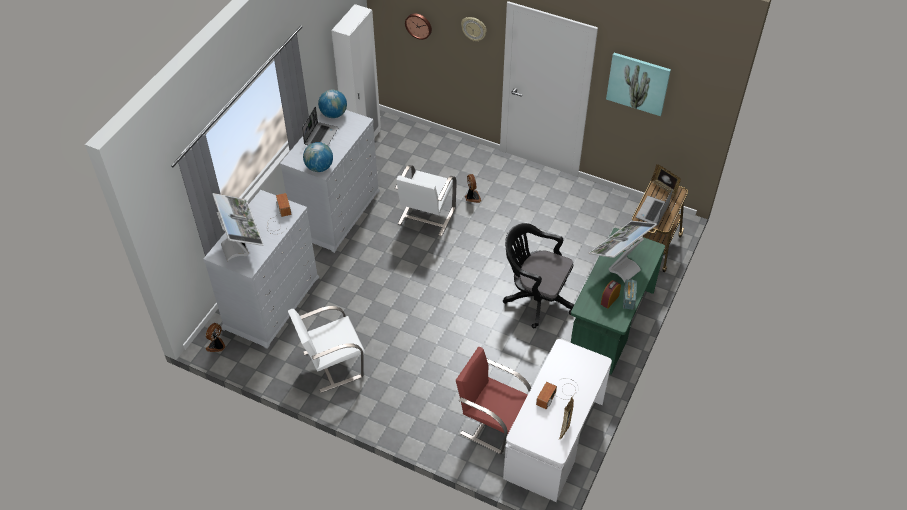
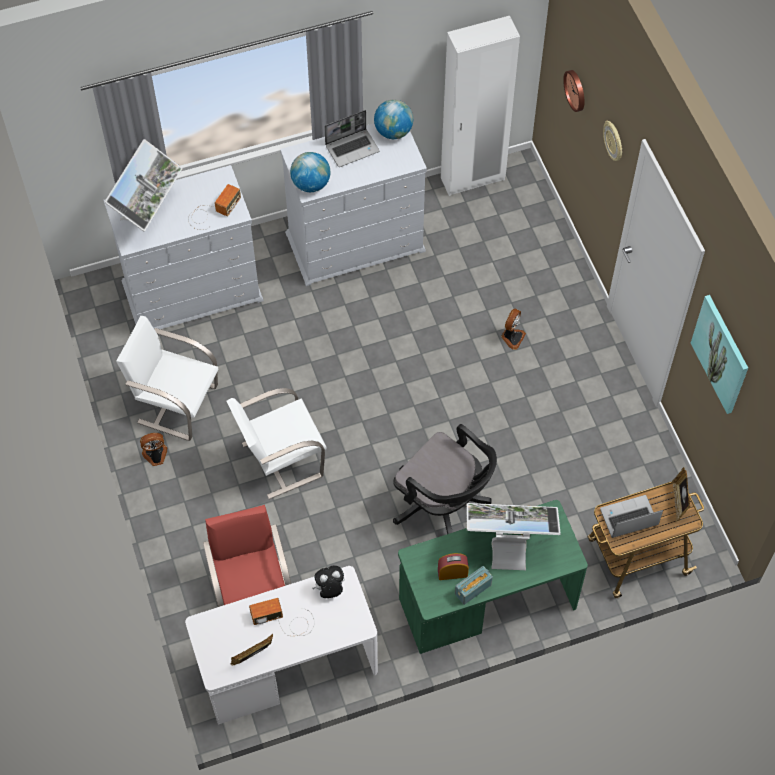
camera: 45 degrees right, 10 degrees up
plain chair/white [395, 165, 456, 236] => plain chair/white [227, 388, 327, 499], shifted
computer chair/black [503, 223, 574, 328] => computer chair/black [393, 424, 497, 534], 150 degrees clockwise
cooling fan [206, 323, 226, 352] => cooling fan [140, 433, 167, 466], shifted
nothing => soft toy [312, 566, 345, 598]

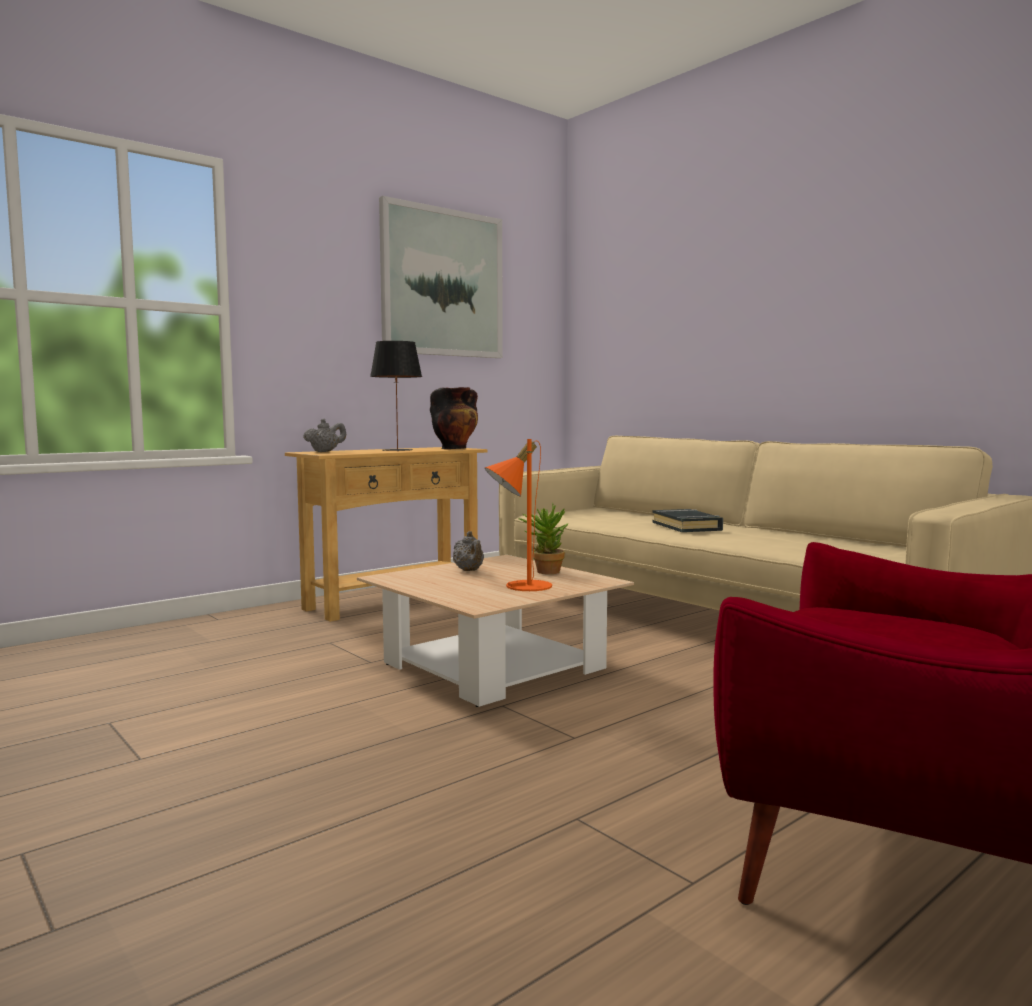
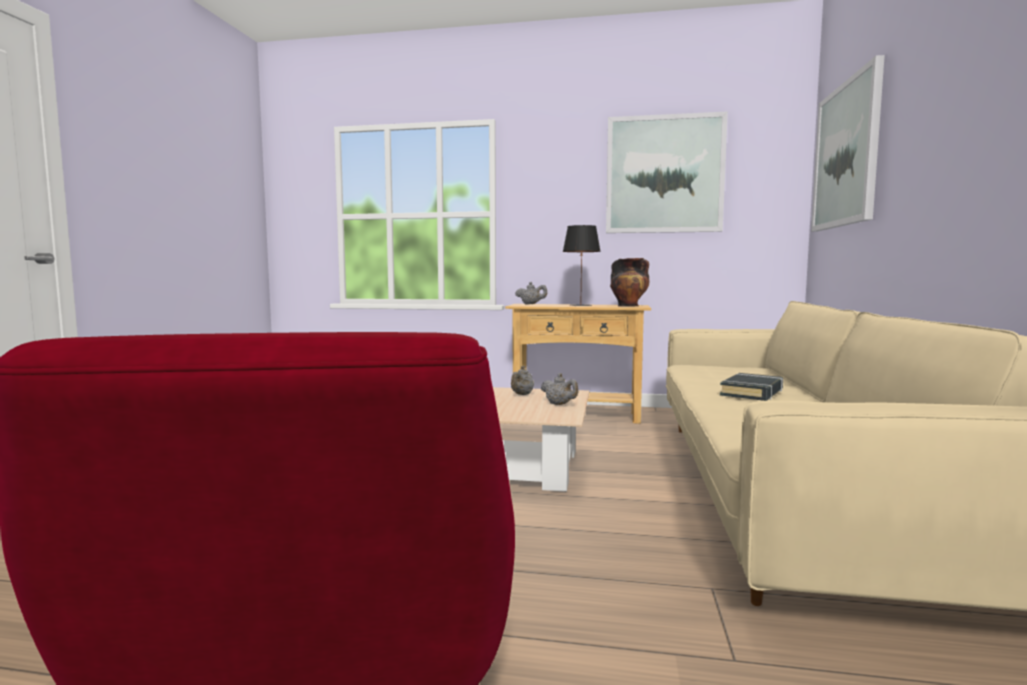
camera: 50 degrees right, 0 degrees up
tabletop lamp/orange [485, 439, 552, 591] => nothing
potted plant [518, 503, 569, 574] => tea pot/grey [541, 373, 578, 405]
nothing => wall art [811, 55, 885, 232]

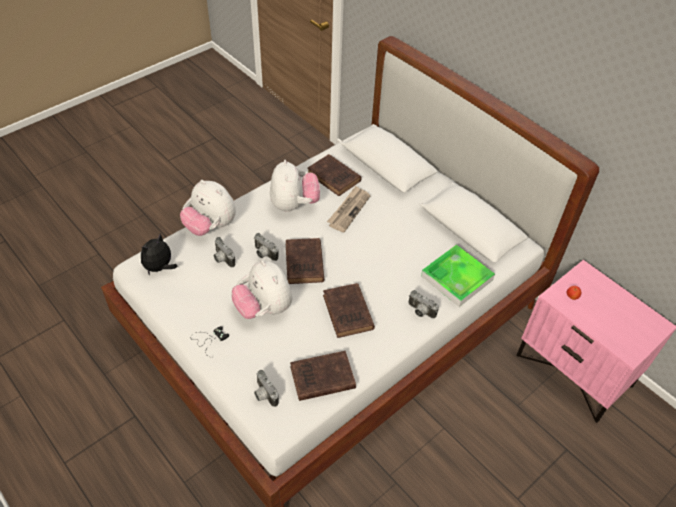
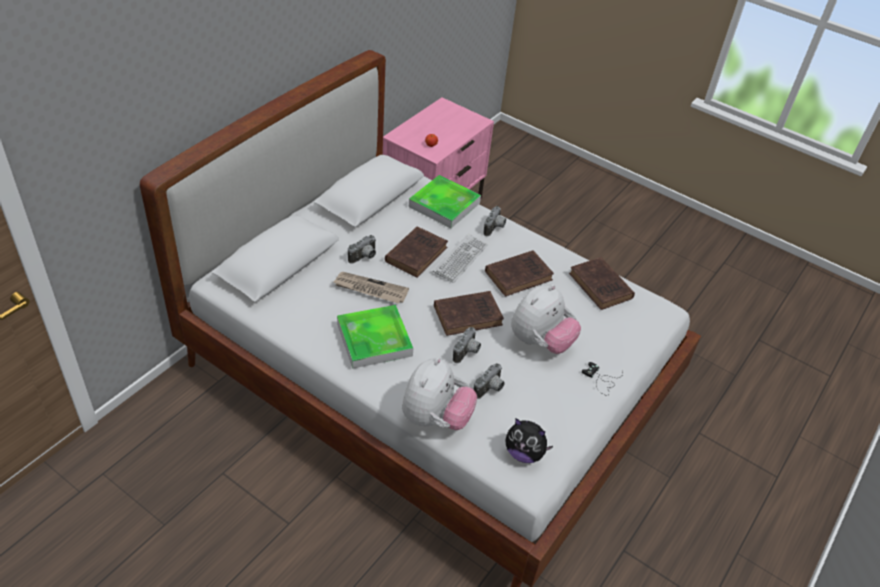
camera: 105 degrees left, 5 degrees down
bound book/brown-coloured [307, 154, 361, 196] => bound book/brown-coloured [385, 226, 448, 278], shifted
soft toy [270, 160, 320, 212] => tray [337, 305, 413, 369]
photo camera [254, 370, 279, 407] => photo camera [348, 235, 376, 264], shifted
nothing => keyboard [433, 234, 488, 283]

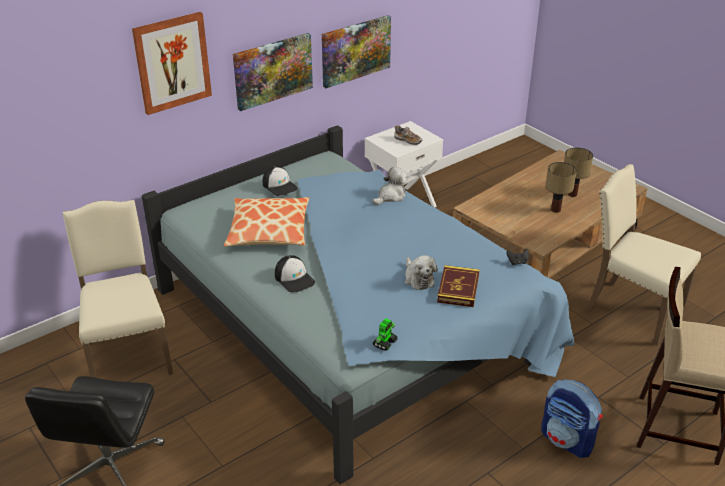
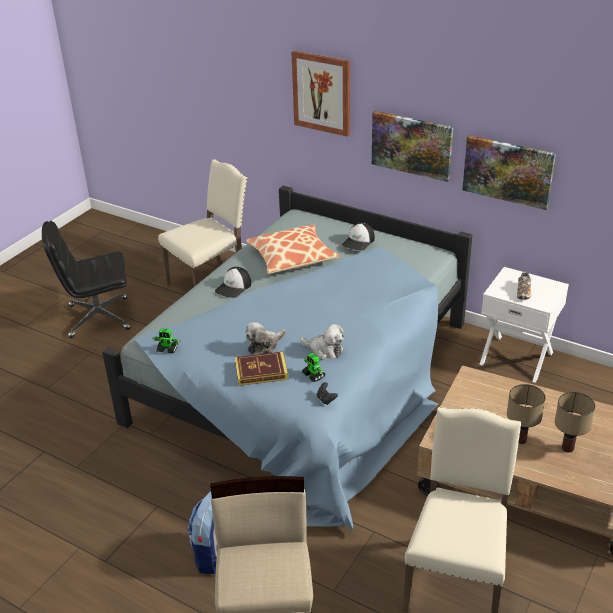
camera: 70 degrees right, 0 degrees up
soft toy [373, 167, 408, 205] => soft toy [300, 324, 344, 360], shifted
nothing => robot figure [302, 353, 325, 382]

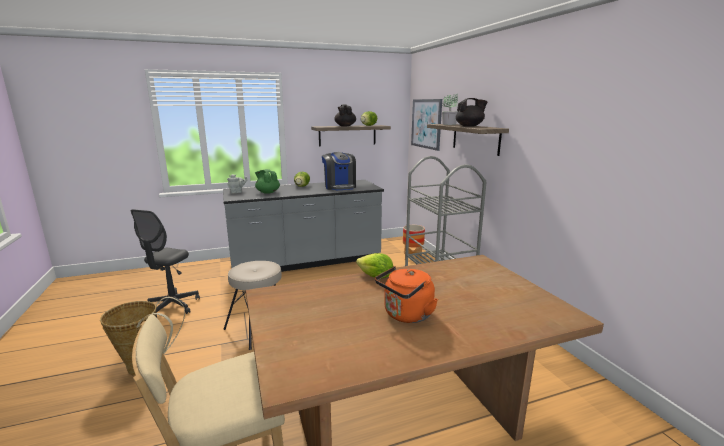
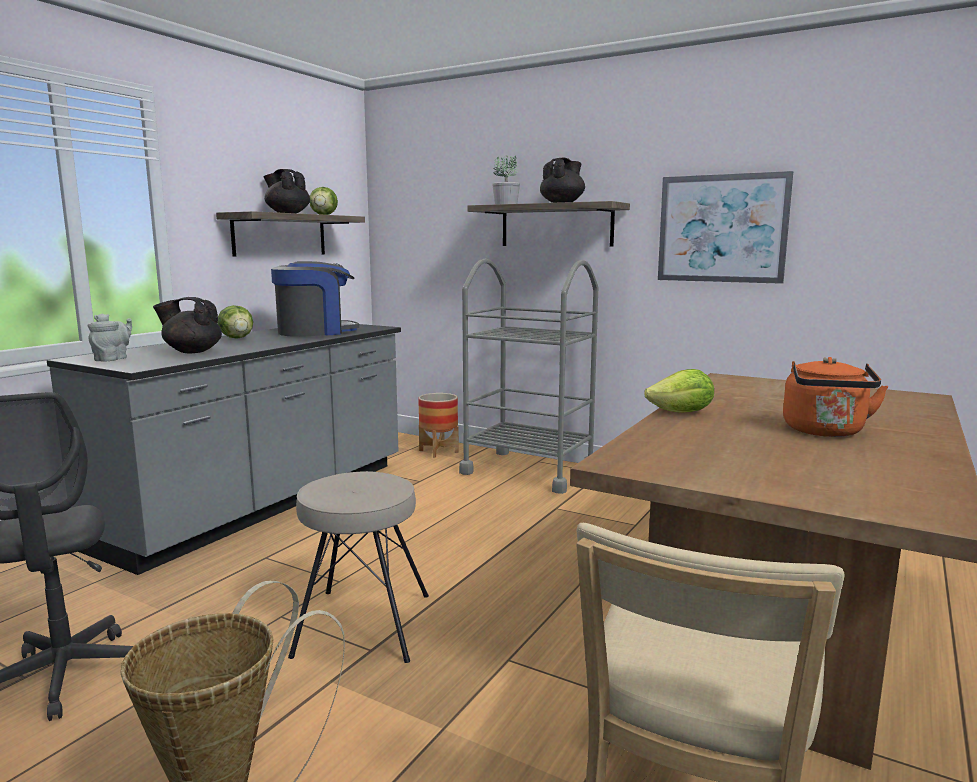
camera: 40 degrees left, 5 degrees down
wall art [411, 99, 442, 151] => wall art [658, 171, 793, 284], shifted
coffee machine [322, 152, 356, 190] => coffee machine [271, 261, 359, 337], 60 degrees counterclockwise
tea pot/greenish [255, 169, 280, 194] => tea pot/black [153, 297, 222, 354]

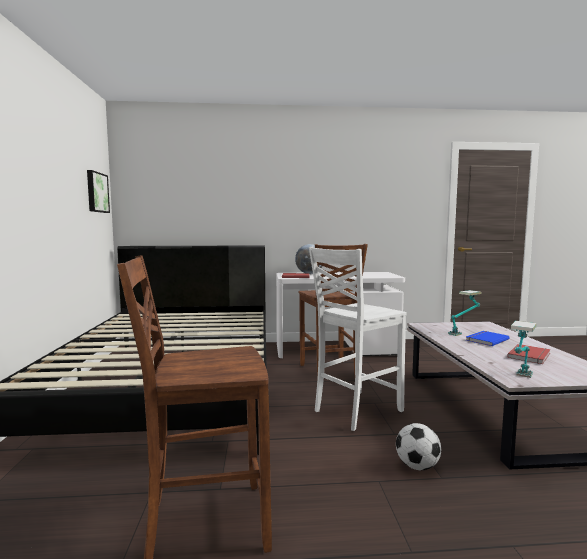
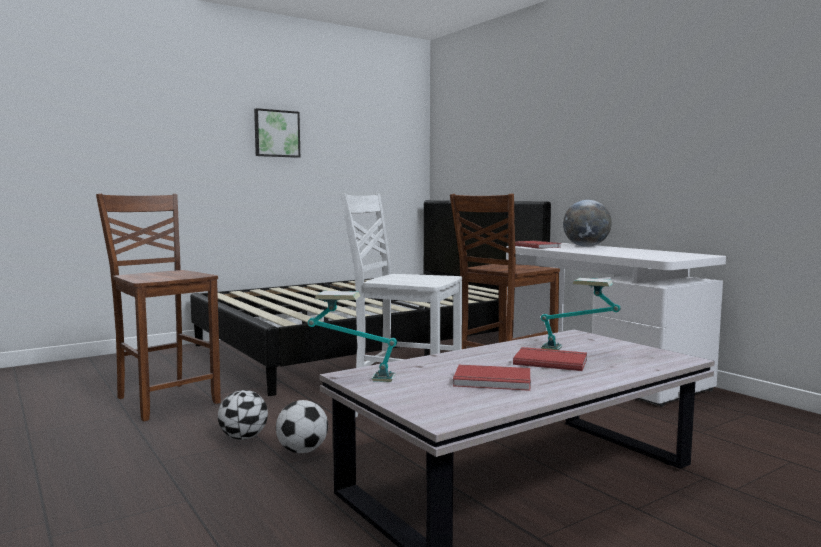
camera: 60 degrees right, 0 degrees up
wall art [87, 170, 110, 213] => wall art [254, 108, 300, 158], shifted
bound book/blue-coloured [466, 331, 509, 346] => bound book/red [513, 347, 587, 371]
nothing => football ball [218, 390, 268, 440]

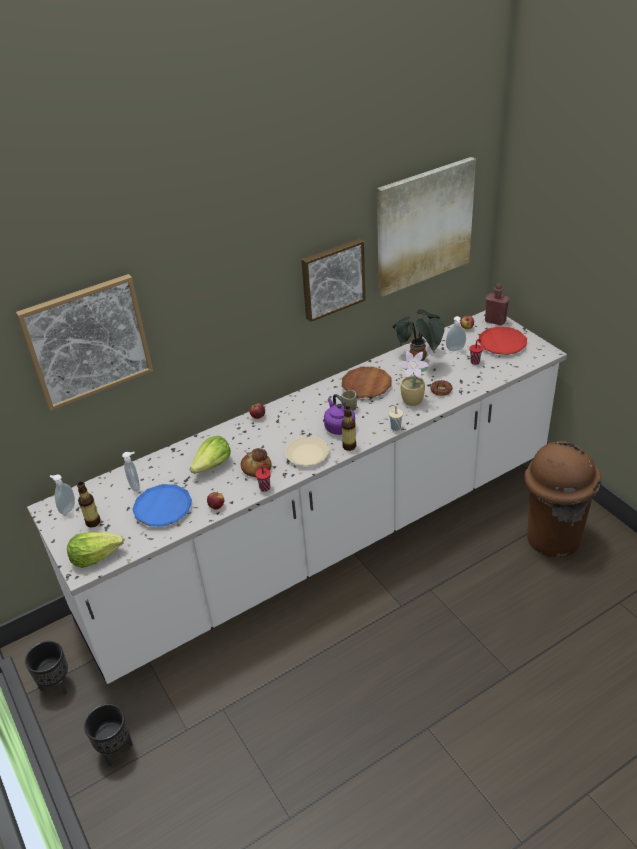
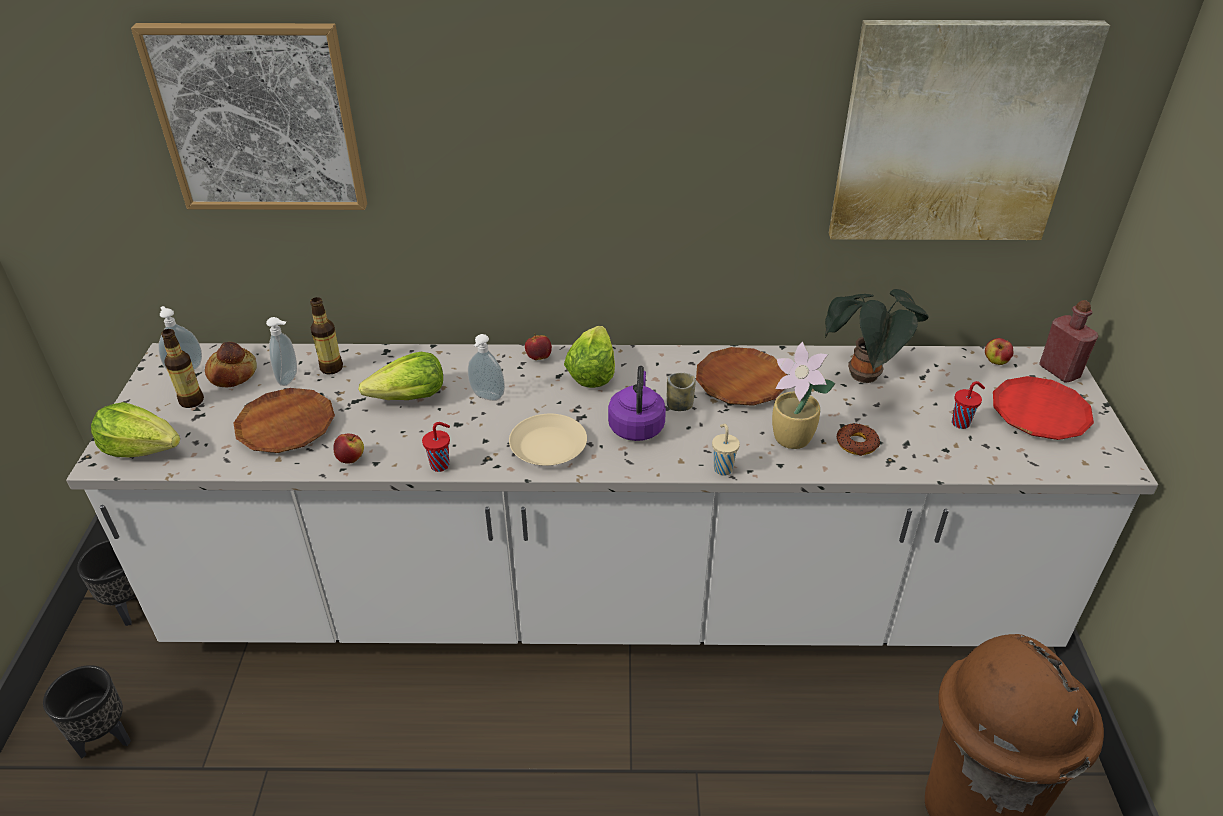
camera: 30 degrees right, 0 degrees up
wall art [301, 238, 365, 322] => nothing
soap dispenser [446, 316, 466, 351] => soap dispenser [468, 334, 505, 401], shifted
drink bottle [342, 406, 356, 451] => drink bottle [310, 297, 343, 374], shifted
bread [241, 448, 272, 477] => bread [205, 342, 257, 387], shifted
flat dish/blue-coloured [132, 484, 192, 527] => flat dish/brown-coloured [234, 388, 335, 453]
nothing => lettuce [564, 326, 615, 388]

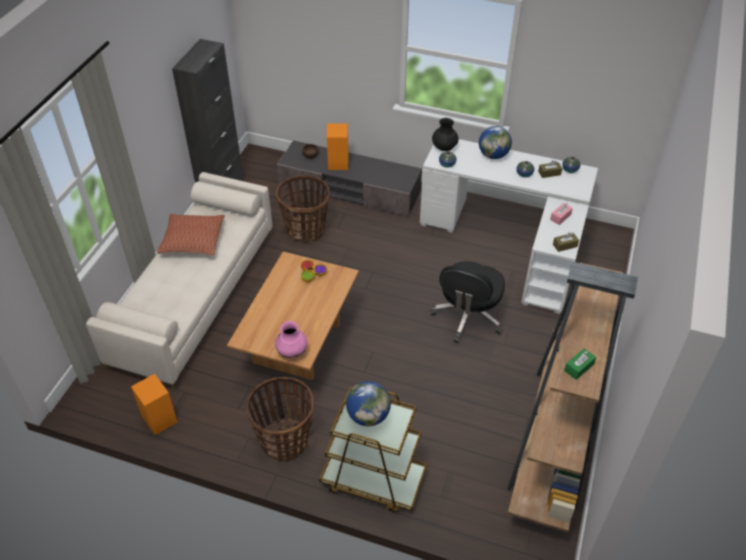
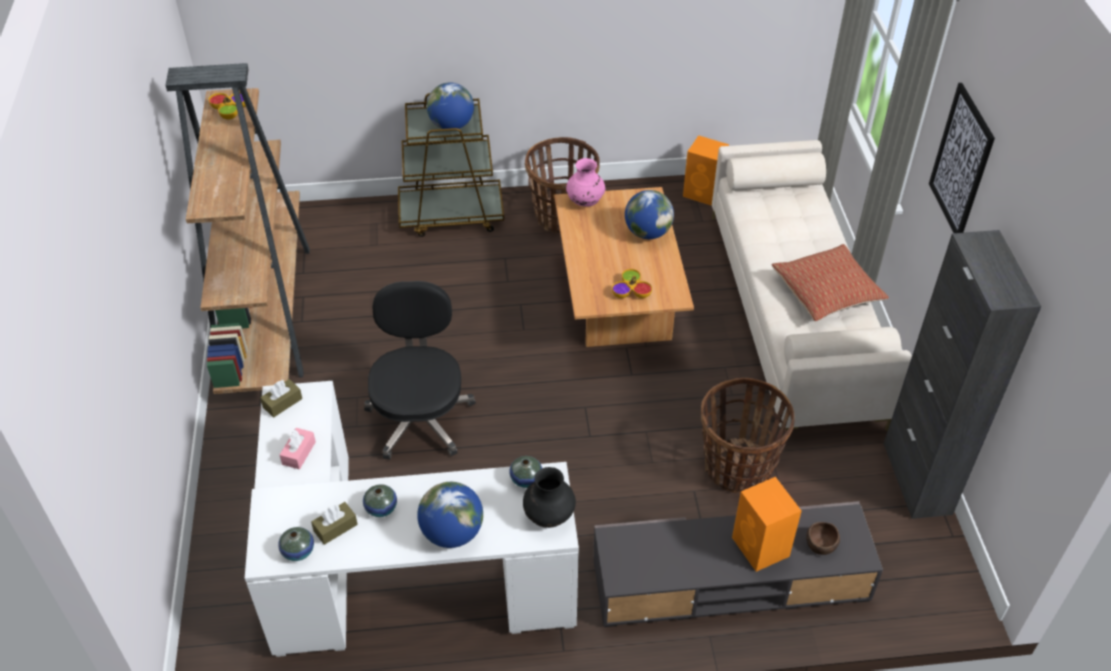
camera: 155 degrees right, 0 degrees up
tissue box/greenish [564, 348, 596, 380] => serving bowl [208, 93, 250, 119]
nothing => wall art [929, 83, 995, 233]
nothing => globe [625, 190, 674, 239]

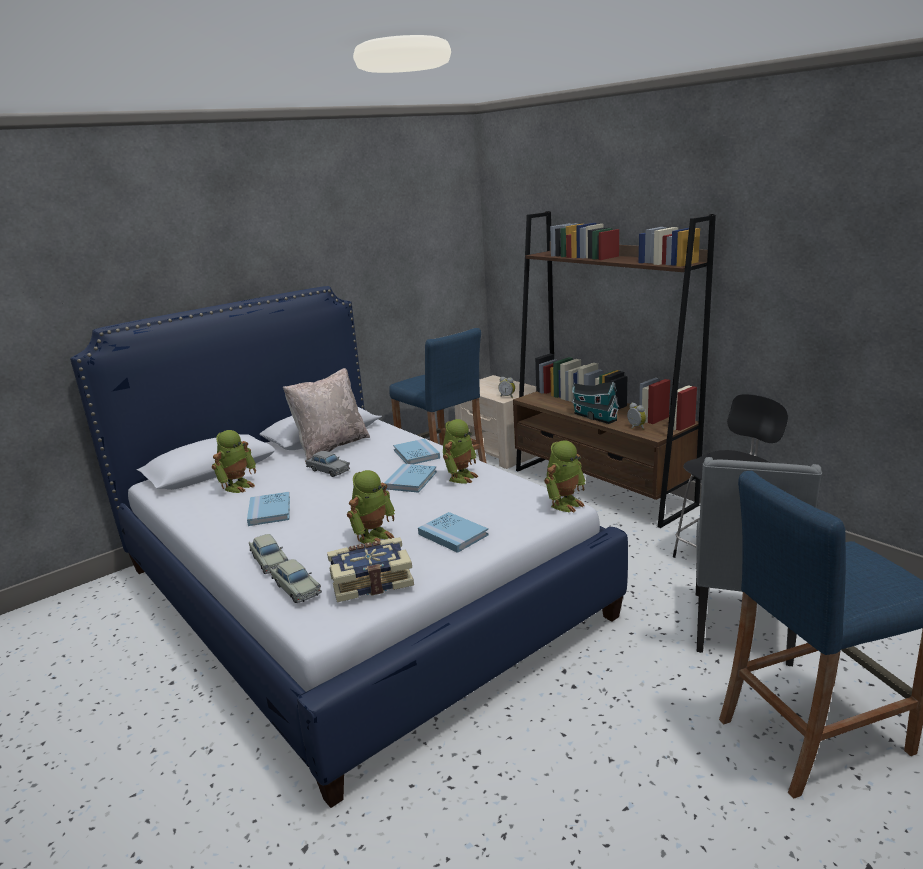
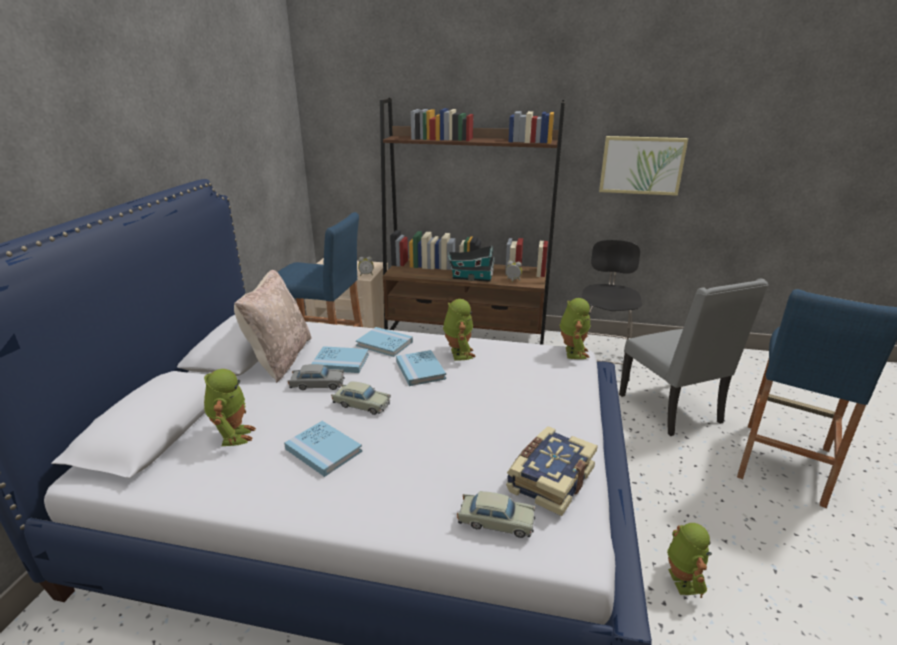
camera: 40 degrees left, 5 degrees up
robot figure [347, 470, 395, 544] => robot figure [667, 523, 712, 598], shifted
bound book/blue-coloured [418, 512, 488, 553] => bound book/blue-coloured [311, 346, 369, 373], shifted
miniature car/sand-coloured [249, 534, 289, 574] => miniature car/sand-coloured [331, 381, 391, 415], shifted
nothing => wall art [599, 136, 688, 196]

